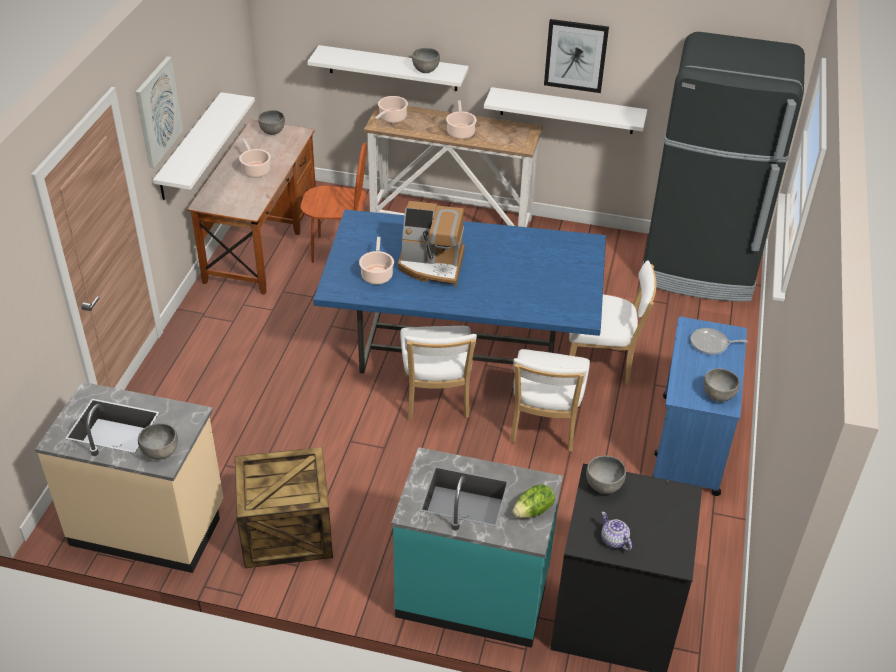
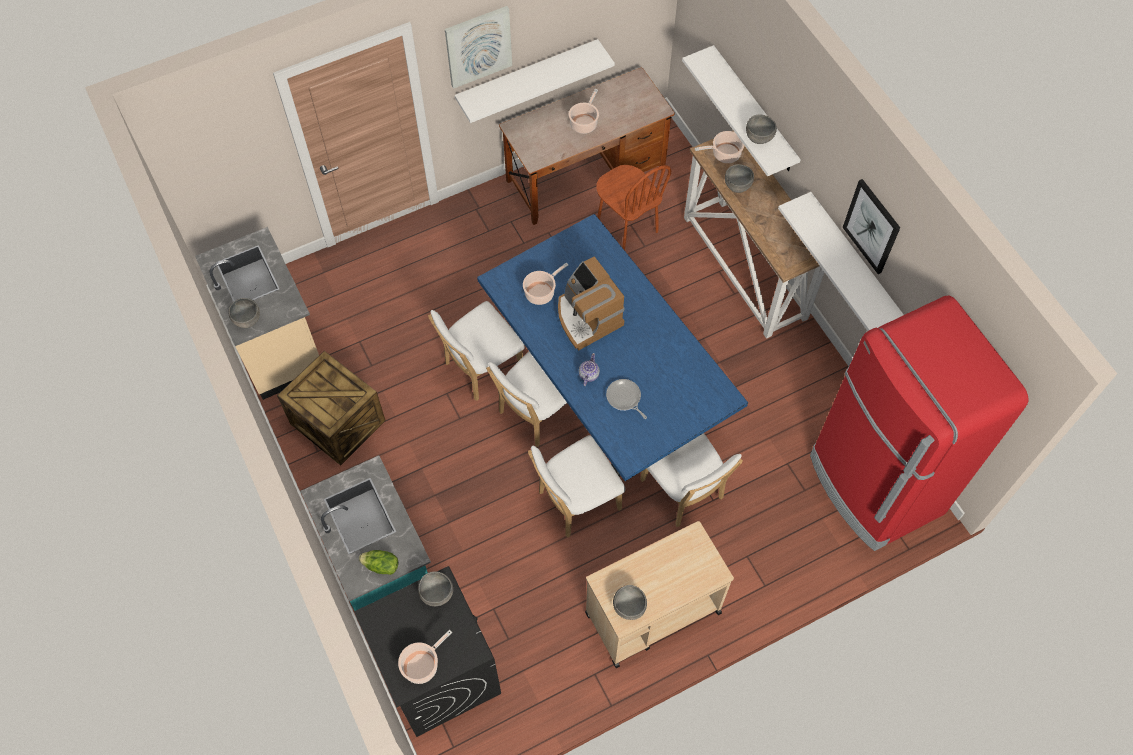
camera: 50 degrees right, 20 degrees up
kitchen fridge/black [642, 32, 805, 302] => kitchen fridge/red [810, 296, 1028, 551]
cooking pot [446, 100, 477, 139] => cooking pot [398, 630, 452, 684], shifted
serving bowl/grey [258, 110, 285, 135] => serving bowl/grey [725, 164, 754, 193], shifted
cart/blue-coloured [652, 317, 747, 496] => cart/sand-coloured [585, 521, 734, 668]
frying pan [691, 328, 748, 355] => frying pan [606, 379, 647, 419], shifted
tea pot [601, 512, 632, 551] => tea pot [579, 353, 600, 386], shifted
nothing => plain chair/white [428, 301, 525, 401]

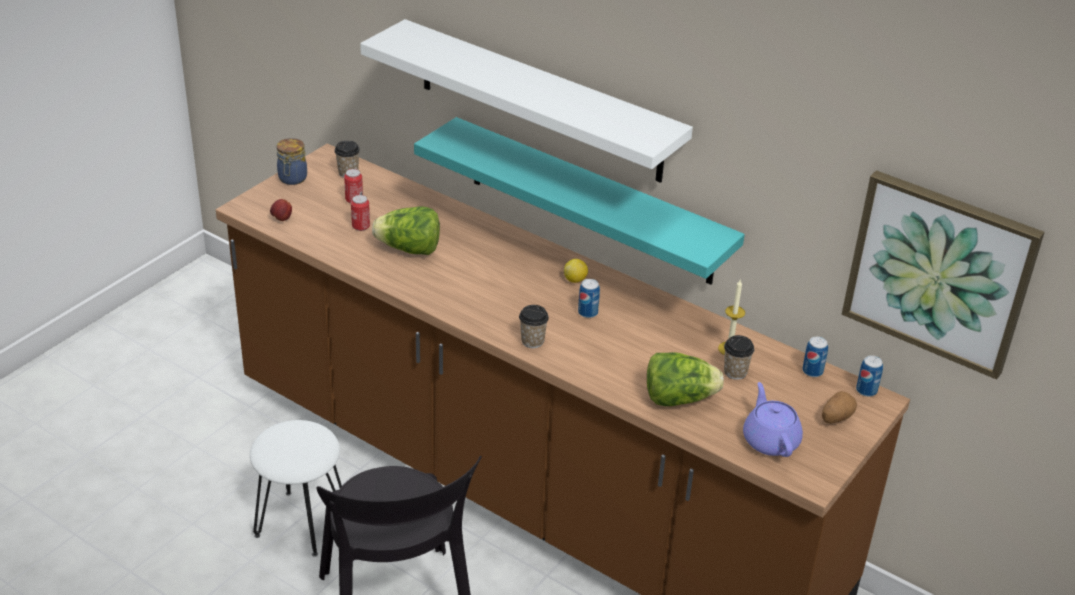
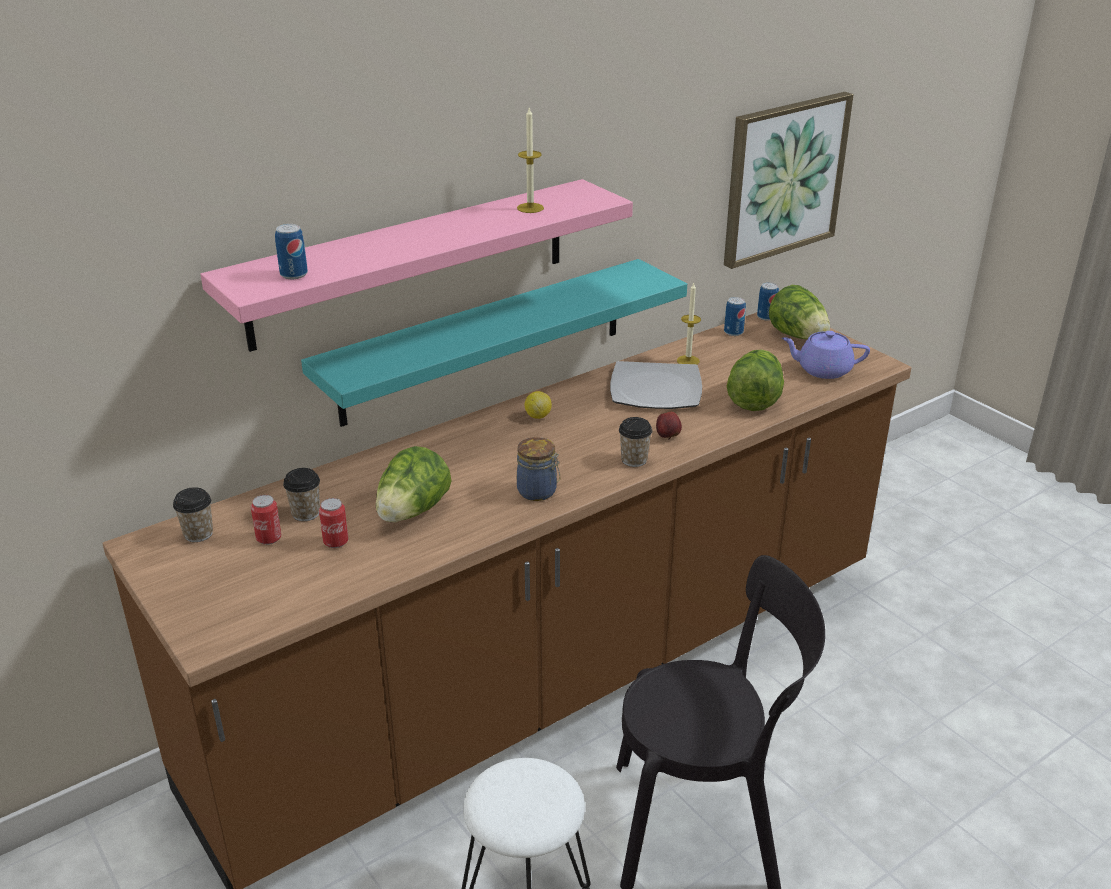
camera: 70 degrees left, 5 degrees down
bracket shelf/white [360, 19, 693, 183] => bracket shelf/pink [200, 179, 633, 352]
jar [277, 138, 307, 185] => jar [517, 437, 560, 501], shifted
apple [270, 199, 292, 221] => apple [656, 412, 682, 439], shifted
can [578, 279, 600, 318] => can [275, 224, 308, 279], shifted
cup [724, 335, 754, 380] => cup [283, 468, 320, 521], shifted
potato [822, 391, 857, 424] => lettuce [769, 285, 830, 339]
nothing => wax candle [517, 108, 544, 213]
nothing => flat dish [610, 361, 702, 409]

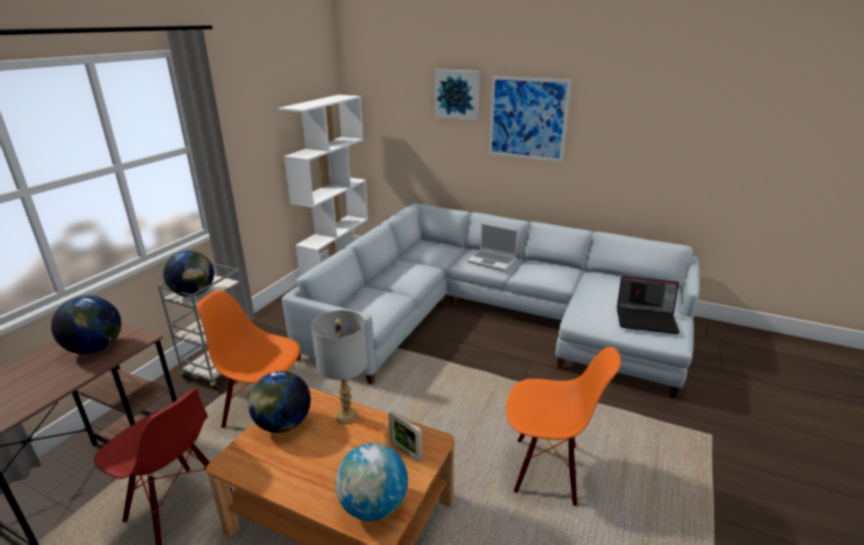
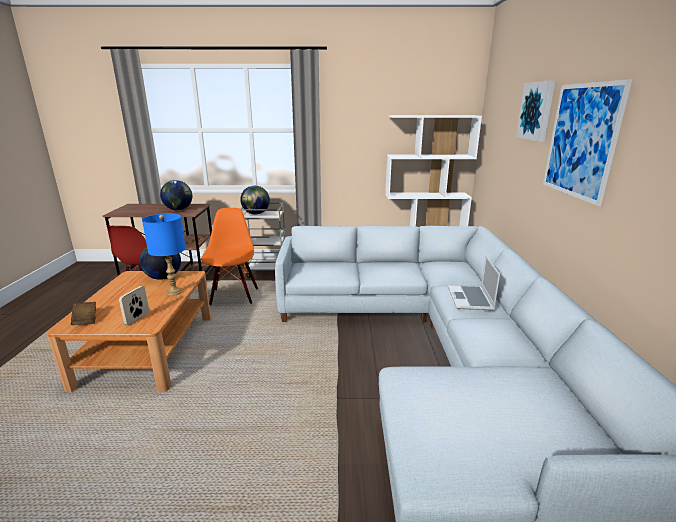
camera: 65 degrees right, 5 degrees down
notebook computer [617, 276, 680, 334] => nothing
tabletop lamp/grey [311, 310, 367, 424] => tabletop lamp/blue-coloured [142, 213, 186, 296]
plain chair/orange [506, 347, 621, 506] => nothing
globe [335, 443, 408, 521] => bound book/brown-coloured [71, 302, 96, 325]

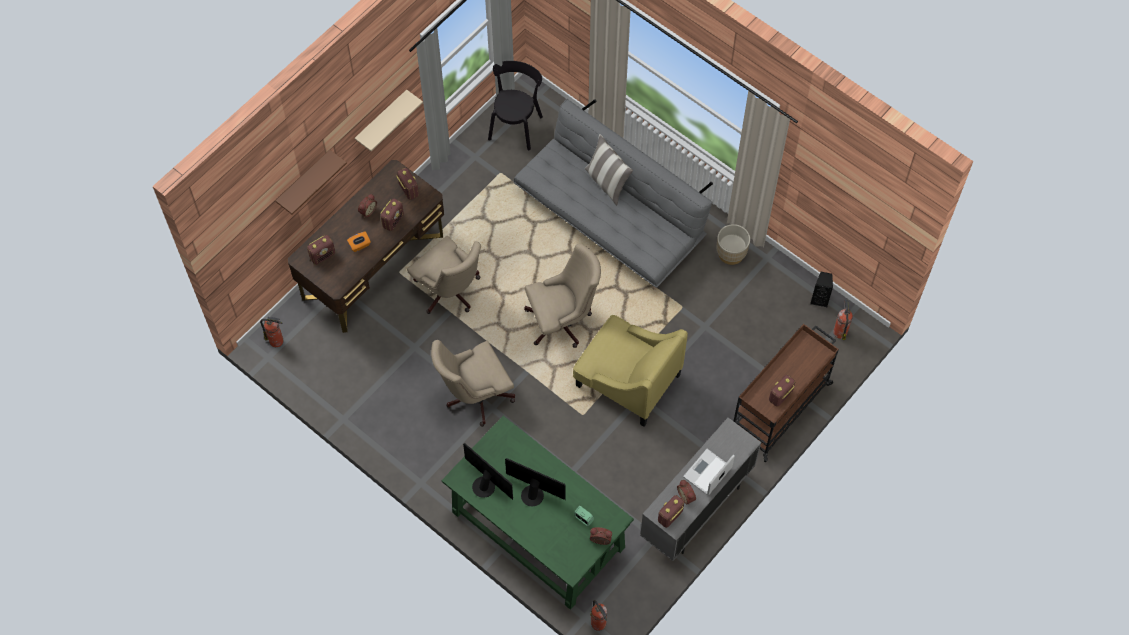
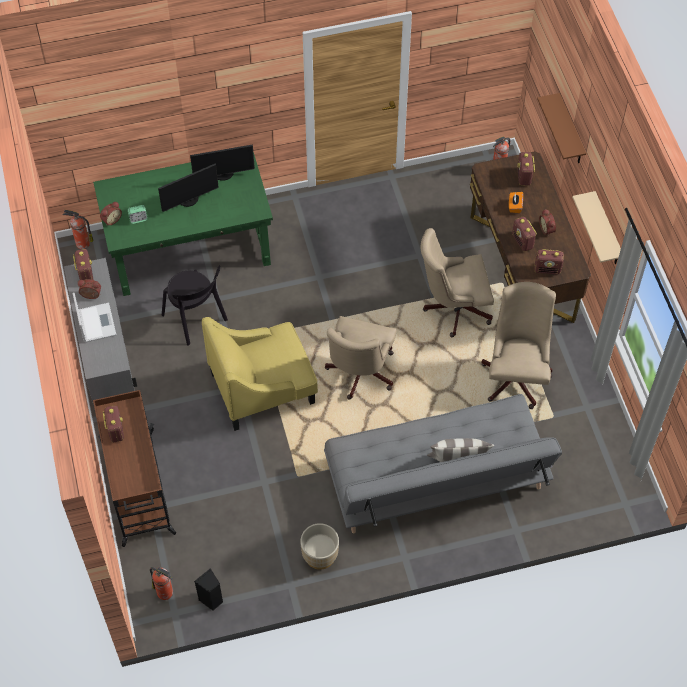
camera: 125 degrees right, 5 degrees down
plain chair/black [488, 61, 543, 150] => plain chair/black [162, 265, 228, 346], shifted
computer chair/sand-coloured [431, 340, 515, 427] => computer chair/sand-coloured [481, 282, 556, 409], shifted

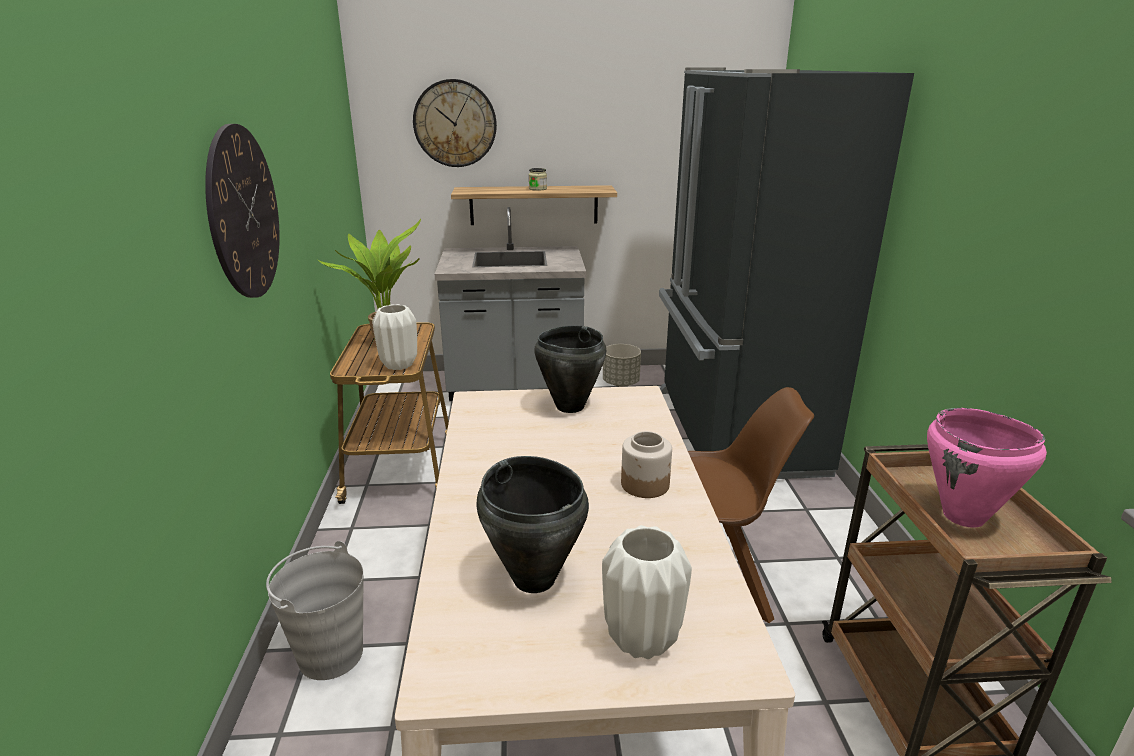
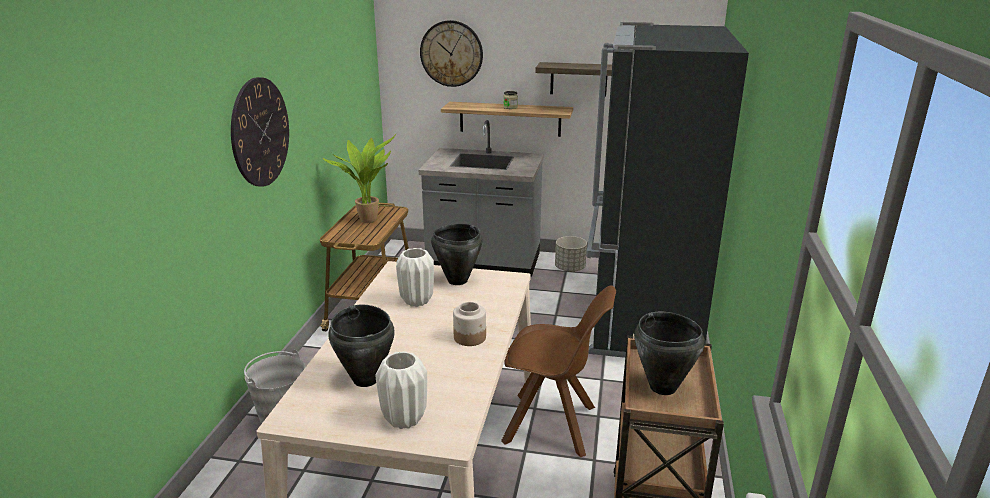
camera: 15 degrees right, 0 degrees up
vase/white [372, 304, 417, 370] => vase/white [396, 248, 434, 307], shifted
cooking pot/pink [927, 408, 1047, 528] => cooking pot/black [634, 312, 705, 395]
nothing => bracket shelf [535, 62, 612, 96]

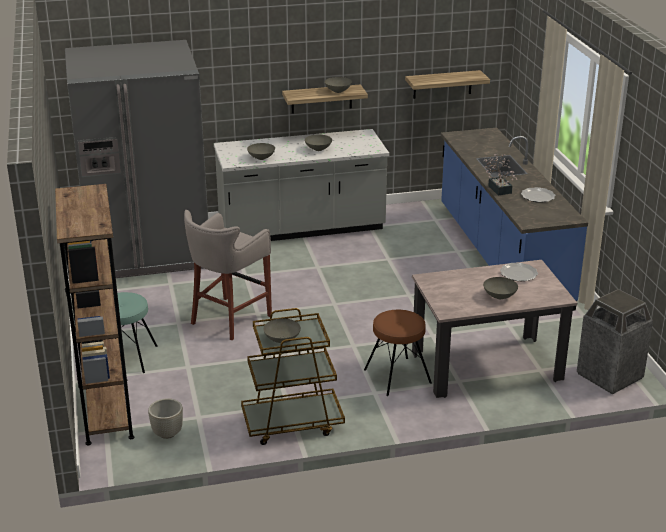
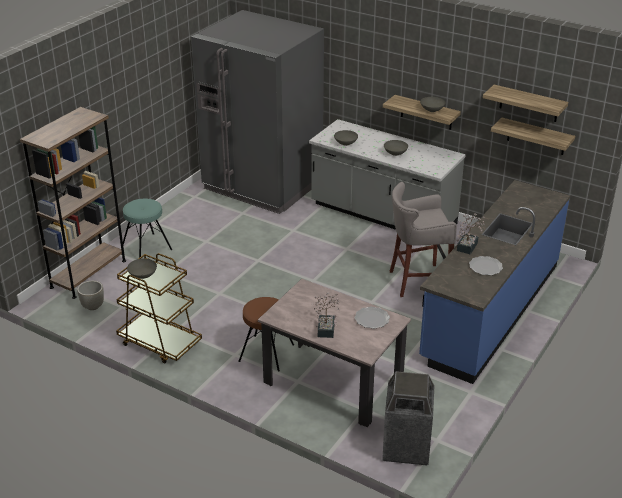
camera: 45 degrees right, 5 degrees up
stool seat/grey [184, 210, 272, 341] => stool seat/grey [390, 182, 457, 297], shifted
serving bowl/grey [483, 277, 518, 299] => potted plant [312, 292, 340, 338]
nothing => bracket shelf [483, 85, 568, 122]

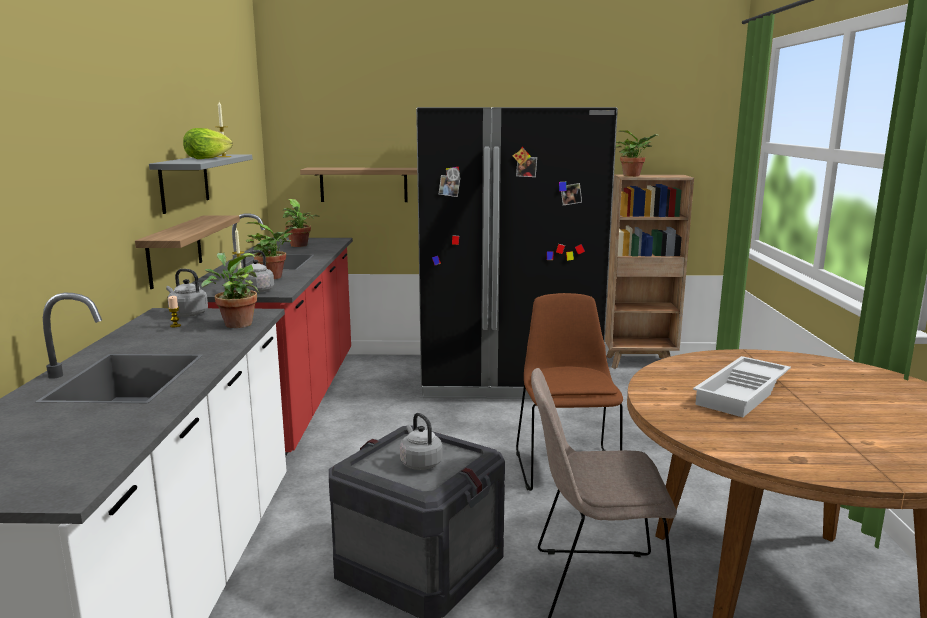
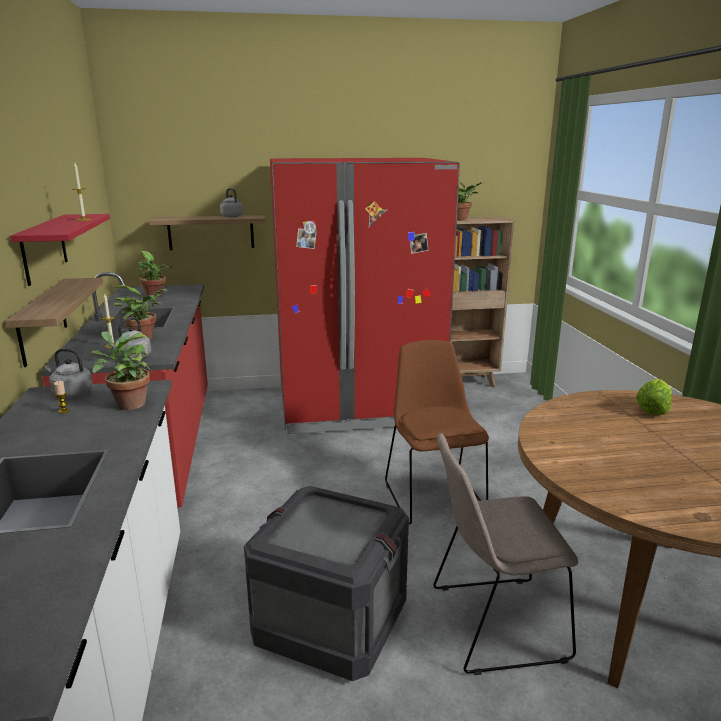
camera: 10 degrees left, 5 degrees up
kitchen fridge/black [416, 107, 618, 399] => kitchen fridge/red [270, 158, 460, 434]
lettuce [183, 128, 233, 159] => lettuce [636, 379, 672, 415], shifted
bracket shelf/grey [149, 154, 253, 214] => bracket shelf/red [10, 214, 110, 286]
tray/white [693, 356, 791, 417] => nothing
water kettle/grey [400, 413, 442, 470] => water kettle/grey [220, 188, 243, 218], shifted

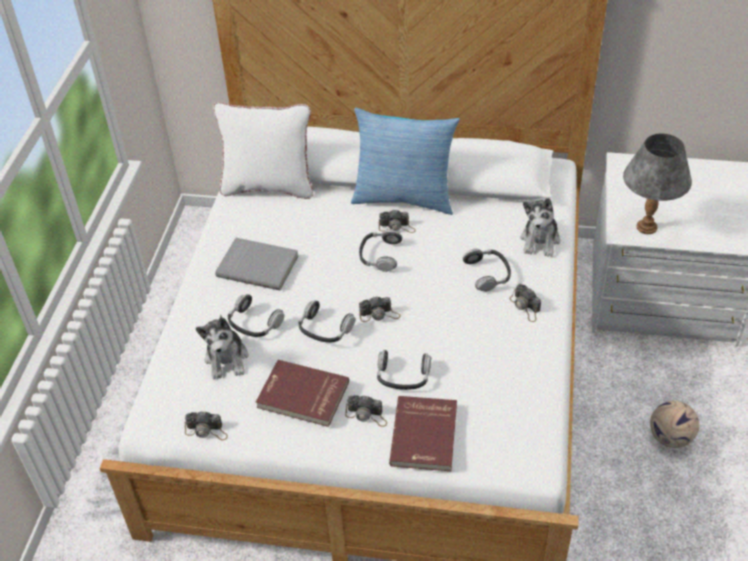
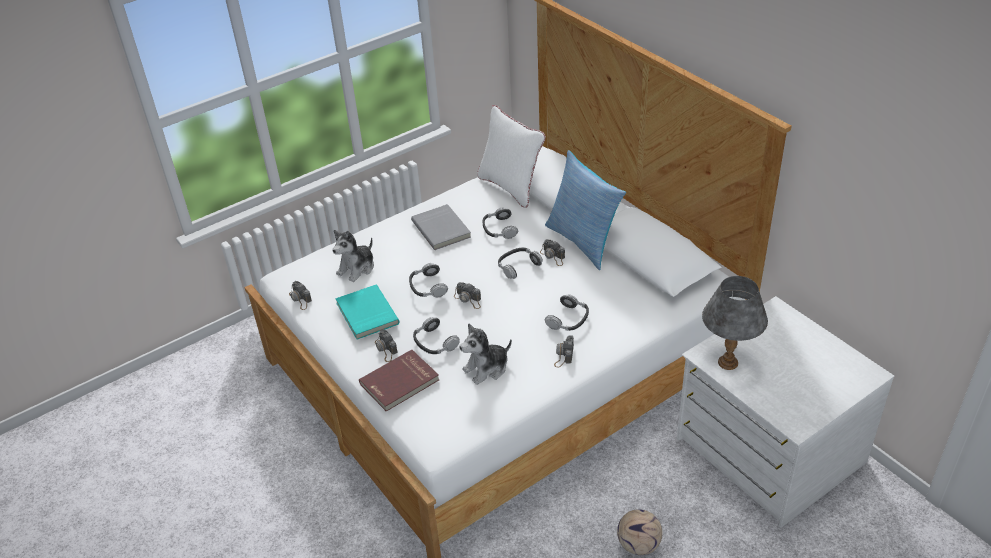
camera: 45 degrees right, 5 degrees down
soft toy [521, 198, 560, 257] => soft toy [460, 323, 512, 385], shifted
headphones [228, 294, 284, 337] => headphones [483, 207, 518, 239], shifted
bound book/red [256, 360, 349, 427] => bound book/turquoise-coloured [336, 285, 399, 339]

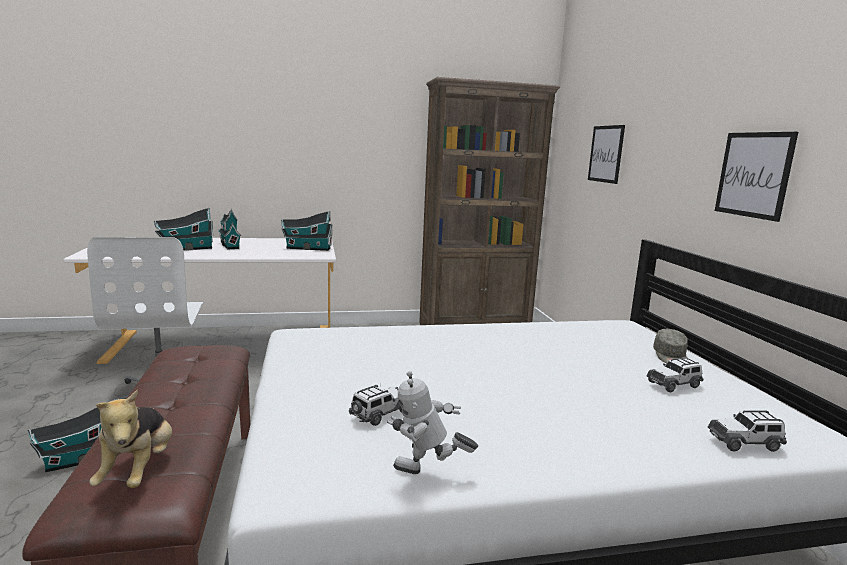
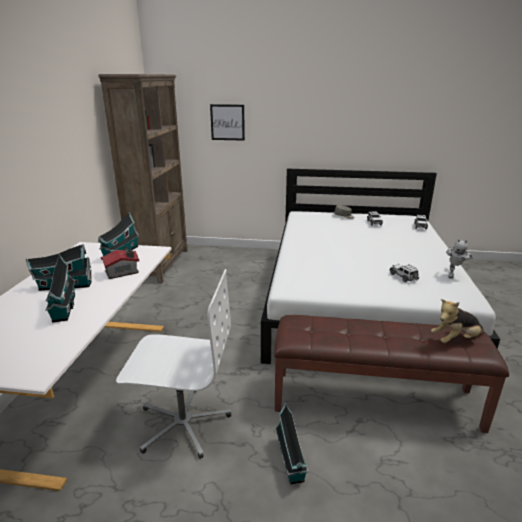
camera: 70 degrees left, 10 degrees up
wall art [715, 132, 798, 222] => nothing
soft toy [89, 390, 172, 488] => soft toy [431, 299, 484, 343], 150 degrees clockwise
nothing => model house [101, 250, 139, 279]

